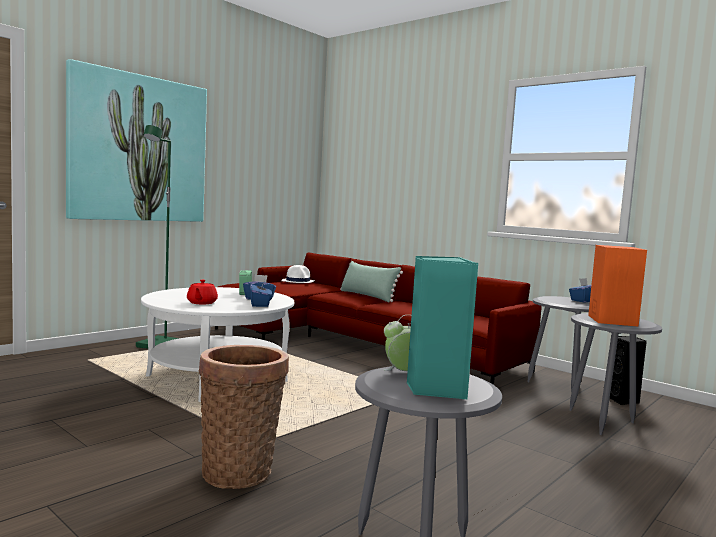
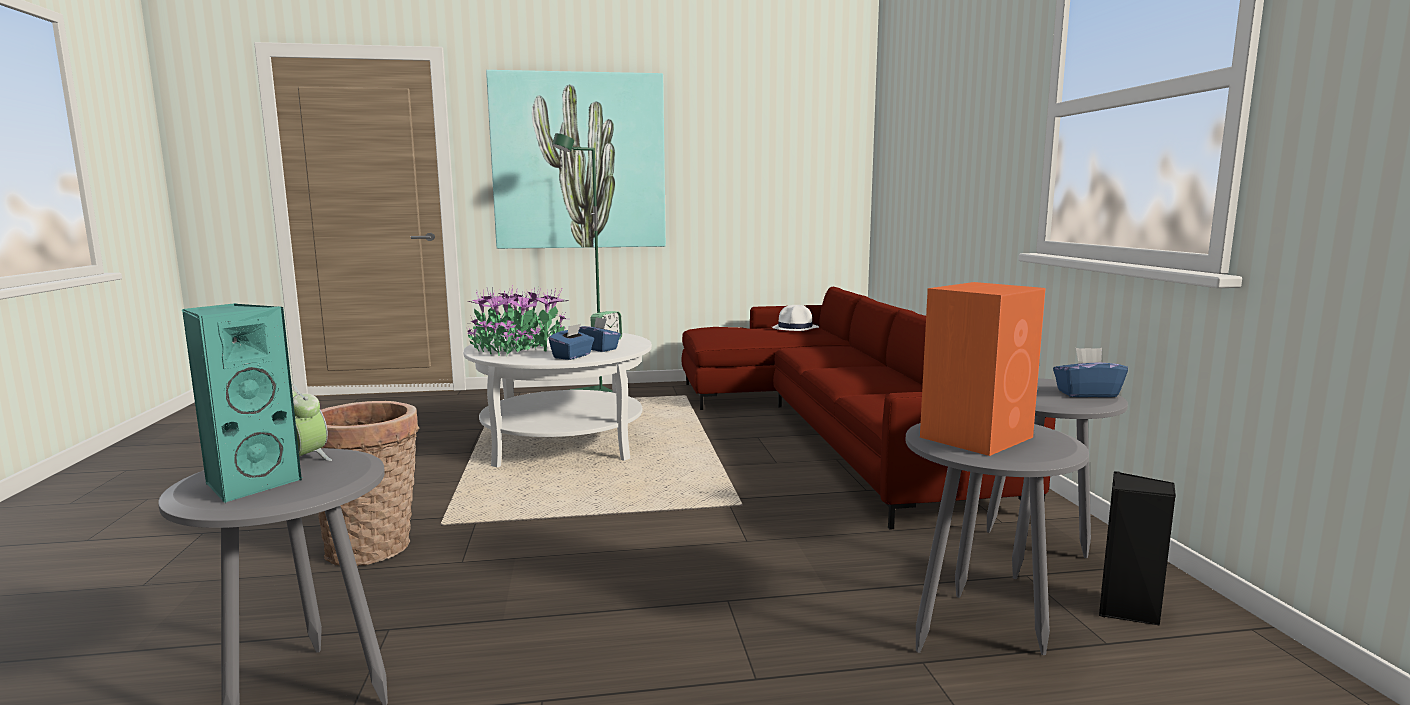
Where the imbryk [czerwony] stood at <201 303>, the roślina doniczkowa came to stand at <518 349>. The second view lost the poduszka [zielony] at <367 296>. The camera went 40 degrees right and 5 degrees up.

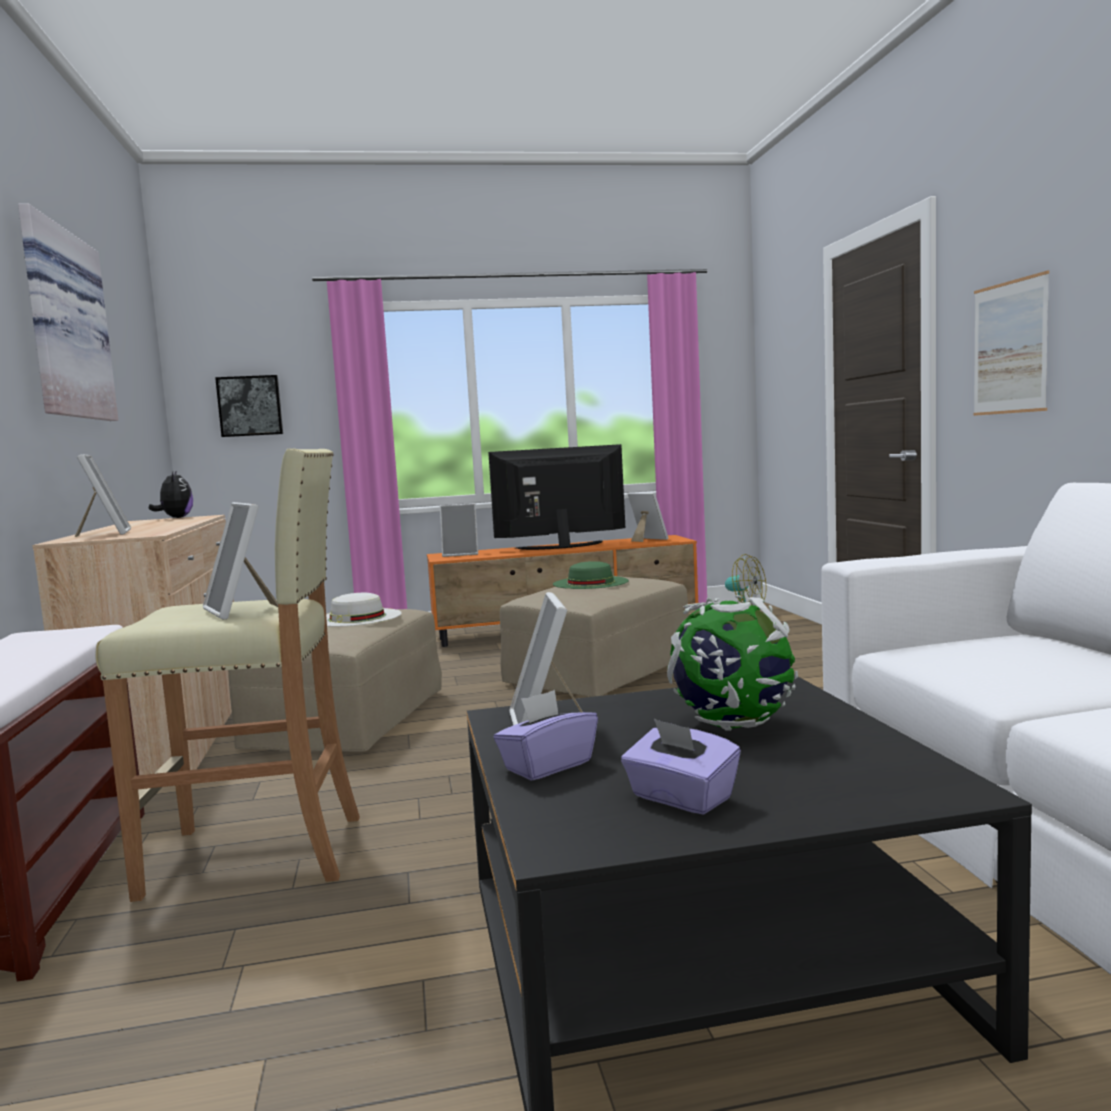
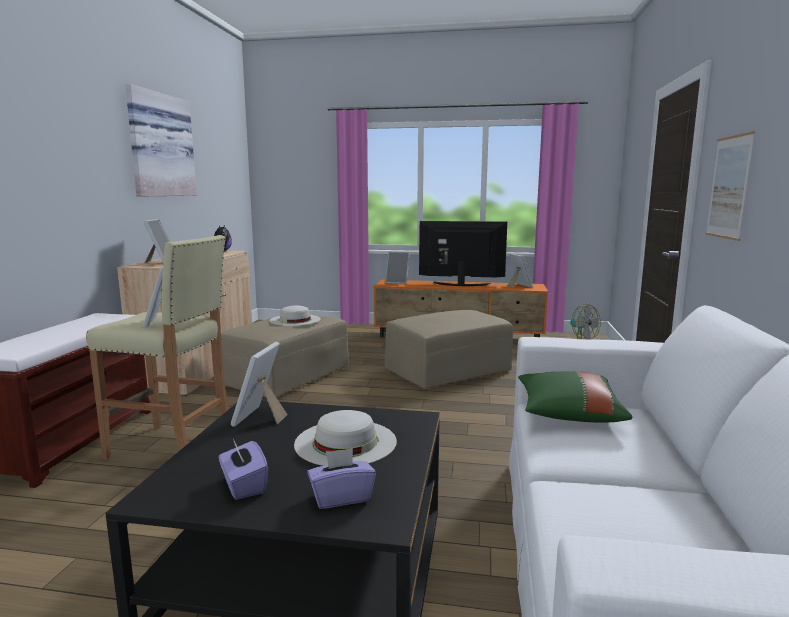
Where the globus stood at <731 725>, the kapelusz [biały] came to stand at <345 442>. The pudełko chusteczek [fioletowy] ended up elsewhere, having gone from <547 766> to <341 497>. The second view gained the poduszka [zielony] at <568 414>. The second view lost the obraz at <250 406>. The second view lost the kapelusz [zielony] at <590 582>. The camera went 20 degrees right and 5 degrees up.

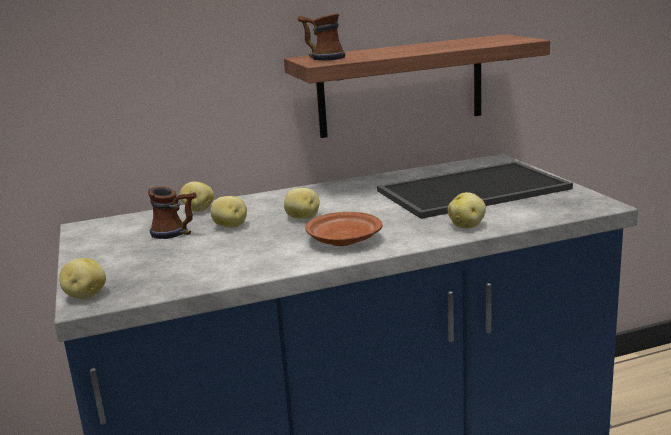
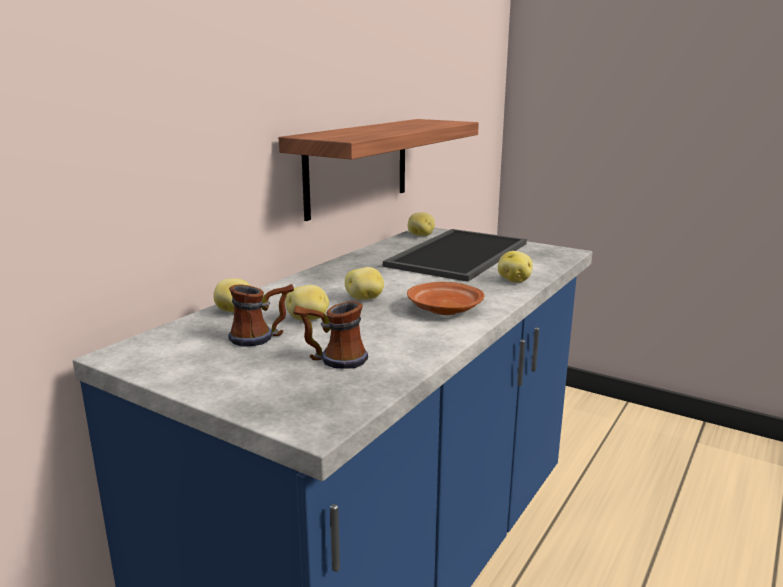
The kubek ended up elsewhere, having gone from <321 58> to <332 360>. The ziemniak ended up elsewhere, having gone from <85 296> to <420 235>. The camera went 40 degrees left and 0 degrees up.

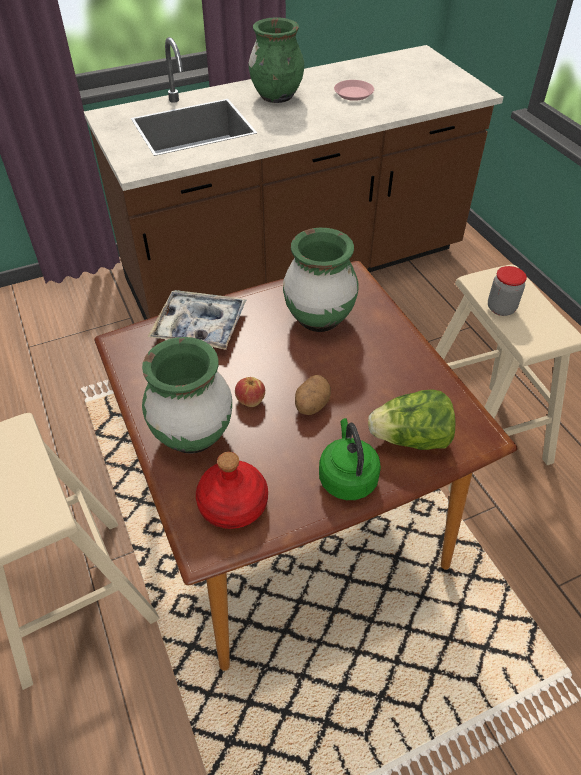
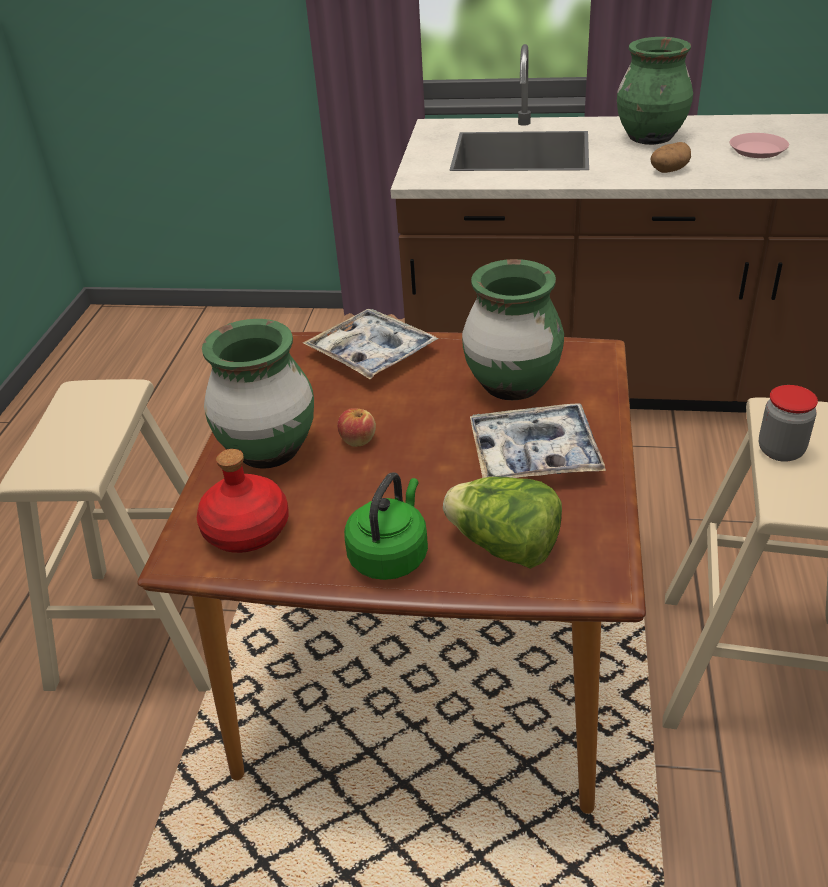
The second view gained the taca at <534 454>. The ziemniak ended up elsewhere, having gone from <311 405> to <668 171>. The camera went 35 degrees right and 10 degrees down.

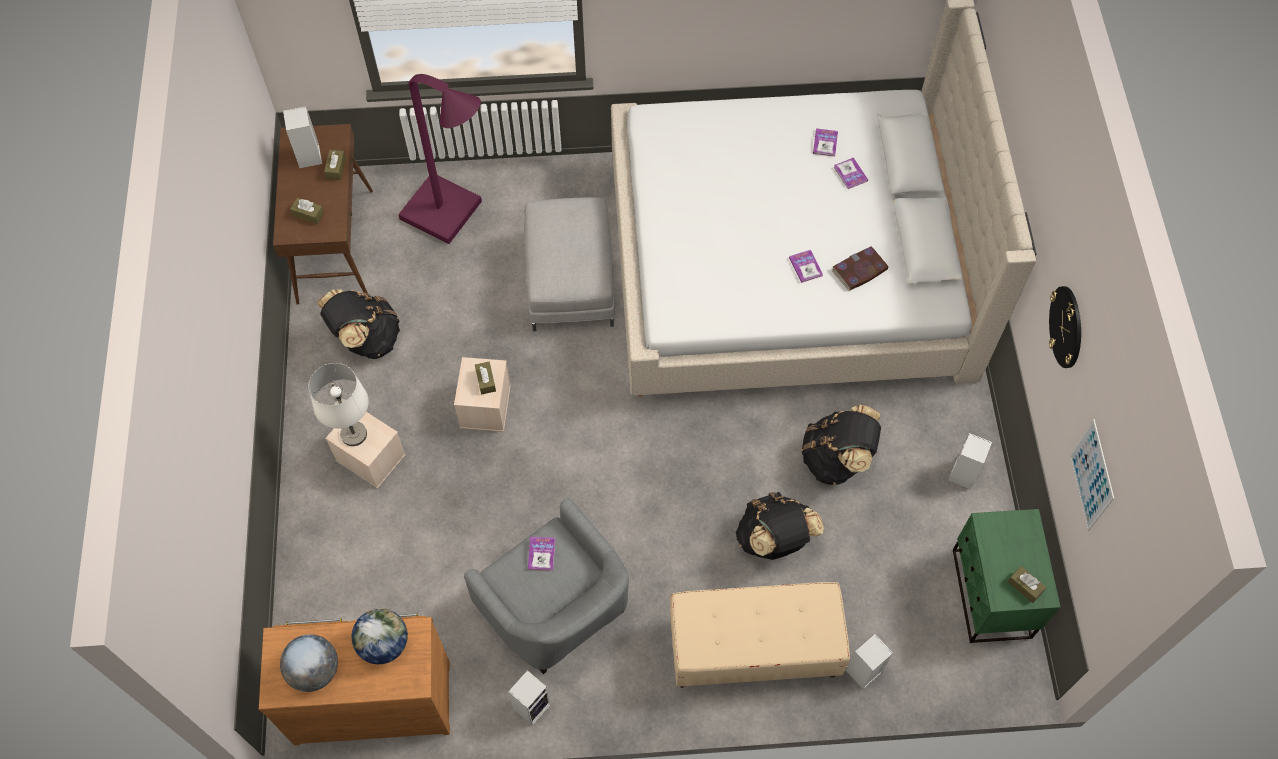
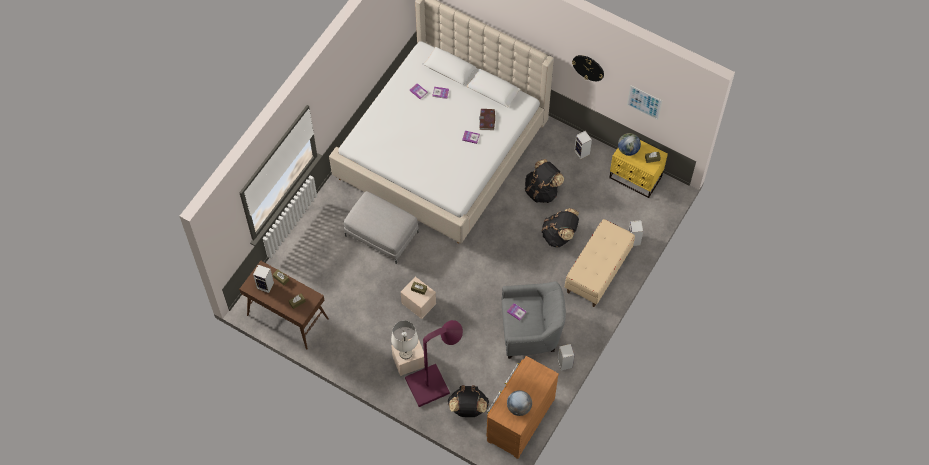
The lampa stojąca [fioletowy] ended up elsewhere, having gone from <451 215> to <433 383>. The plecak [czarny] ended up elsewhere, having gone from <366 339> to <468 408>. What was the szafka nocna [zielony] at <990 594> turned into the szafka nocna [żółty] at <635 178>. The globus ended up elsewhere, having gone from <383 644> to <628 150>. The camera went 55 degrees left and 0 degrees up.

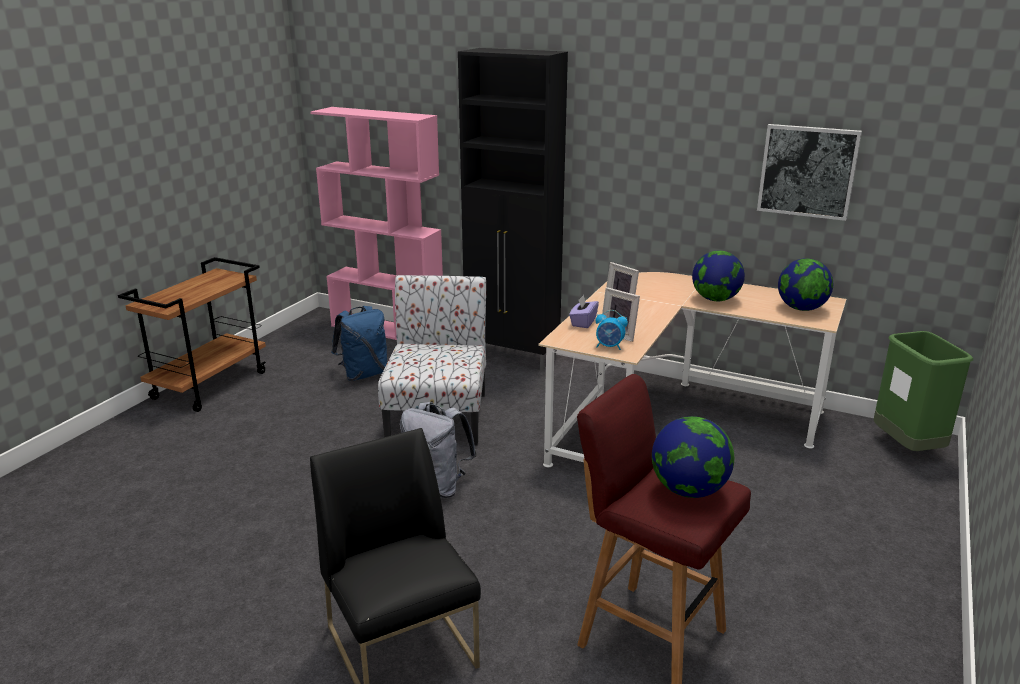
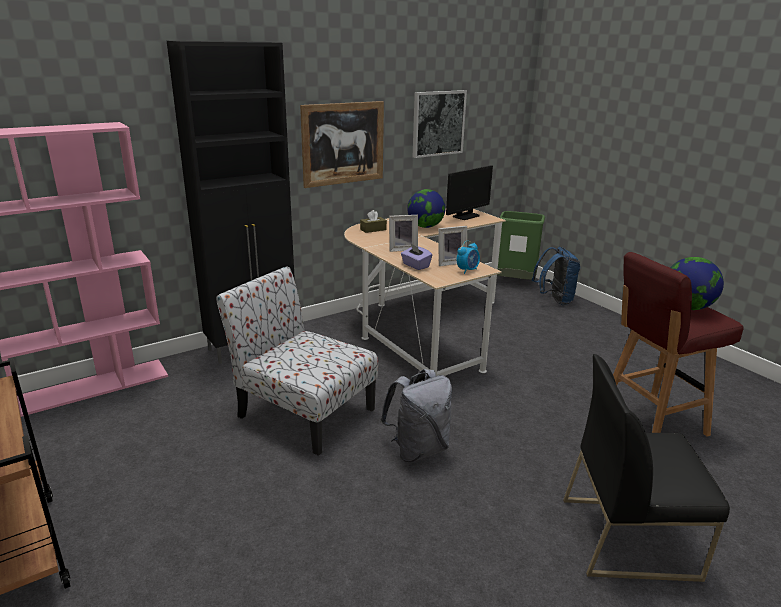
The second view gained the obraz at <343 143>. The second view gained the pudełko chusteczek [brązowy] at <373 229>. Where the globus stood at <801 308>, the monitor came to stand at <466 216>. The plecak [niebieski] ended up elsewhere, having gone from <364 374> to <554 300>. The camera went 60 degrees left and 0 degrees up.

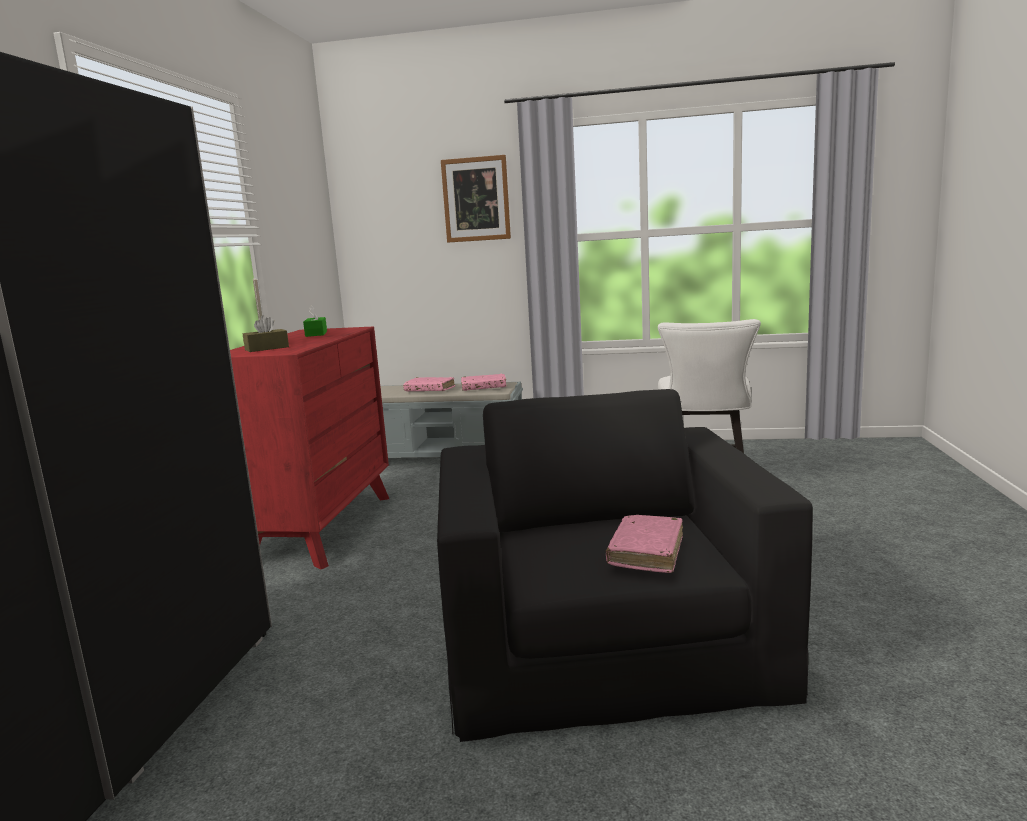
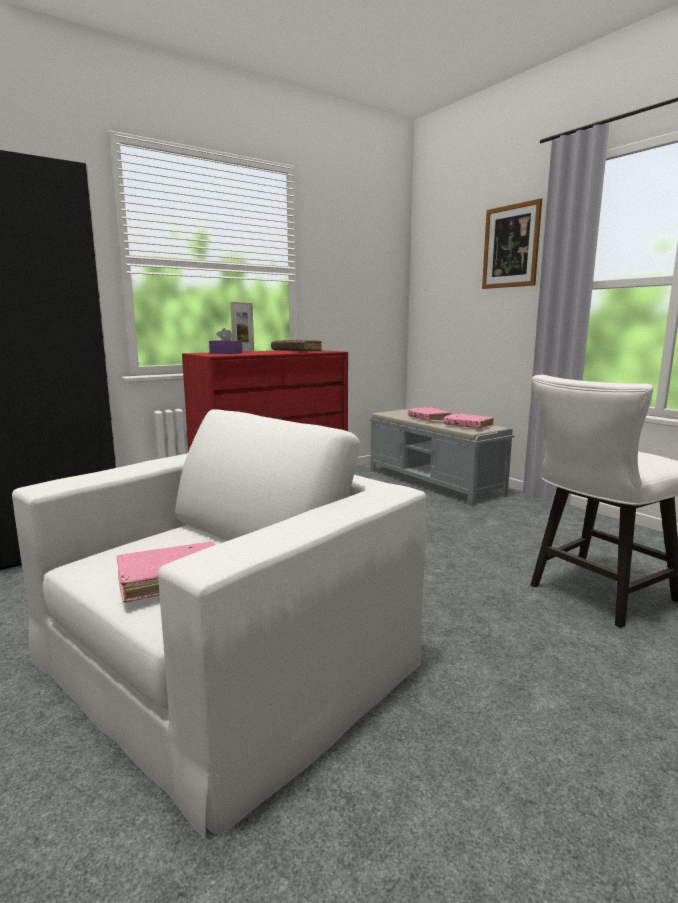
What was the fotel [czarny] at <604 639> turned into the fotel [biały] at <226 659>. What was the pudełko chusteczek [brązowy] at <267 348> turned into the pudełko chusteczek [fioletowy] at <226 353>. Where the pudełko chusteczek [zielony] stood at <316 334>, the książka [brązowy] came to stand at <296 351>. The camera went 45 degrees right and 0 degrees up.

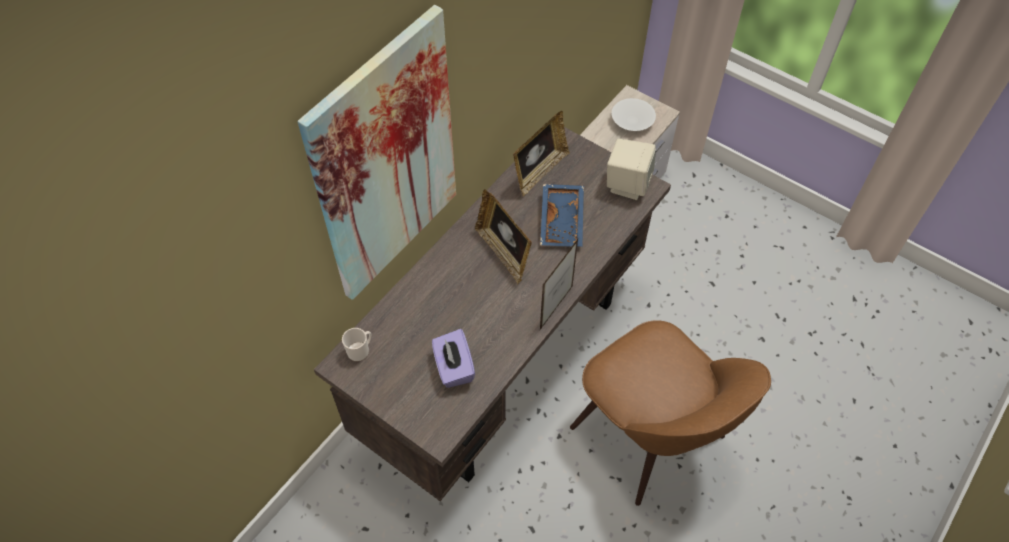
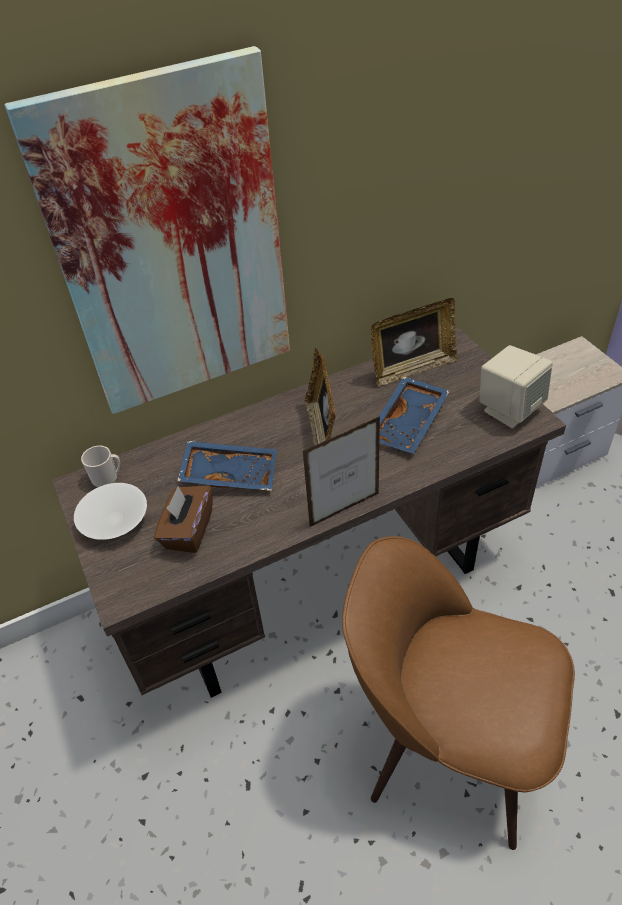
The miska [biały] ended up elsewhere, having gone from <632 121> to <115 519>. What was the pudełko chusteczek [fioletowy] at <453 367> turned into the pudełko chusteczek [brązowy] at <188 531>. The second view gained the taca [niebieski] at <230 473>. The krzesło [brązowy] at <652 437> ended up facing another way, 120 degrees clockwise from before. The camera went 30 degrees right and 10 degrees down.

